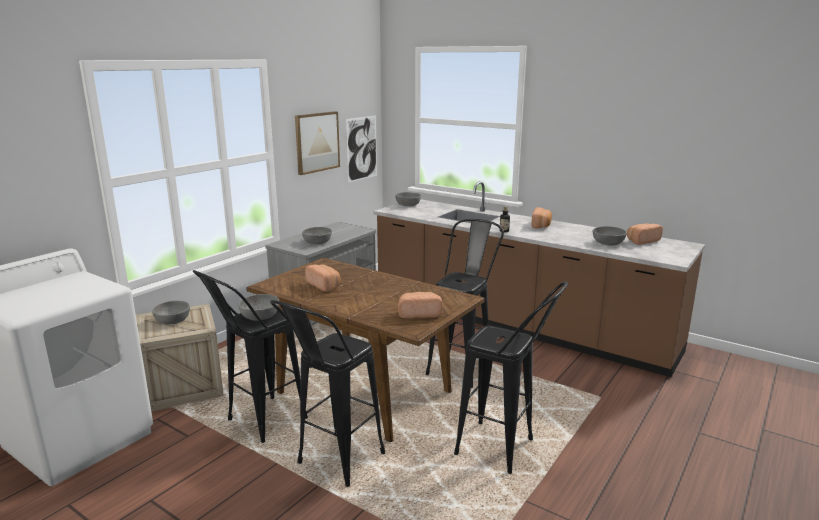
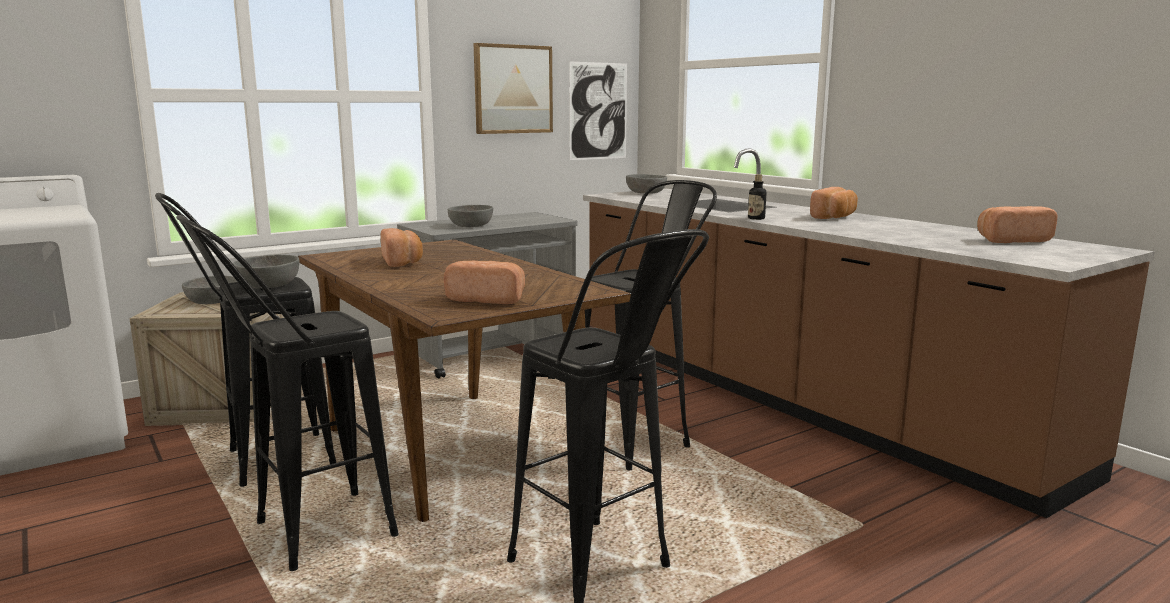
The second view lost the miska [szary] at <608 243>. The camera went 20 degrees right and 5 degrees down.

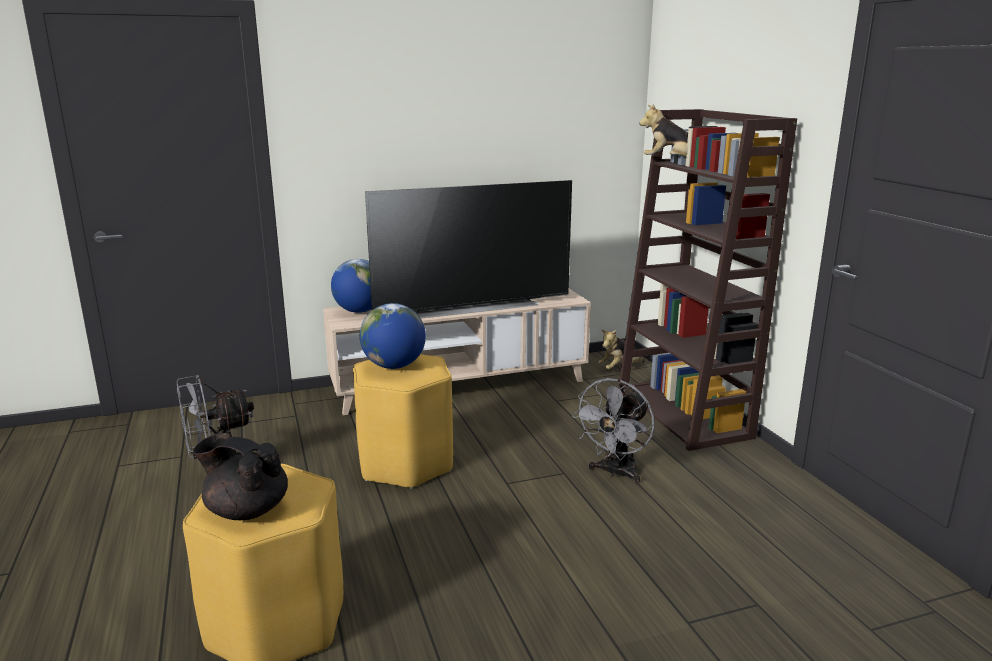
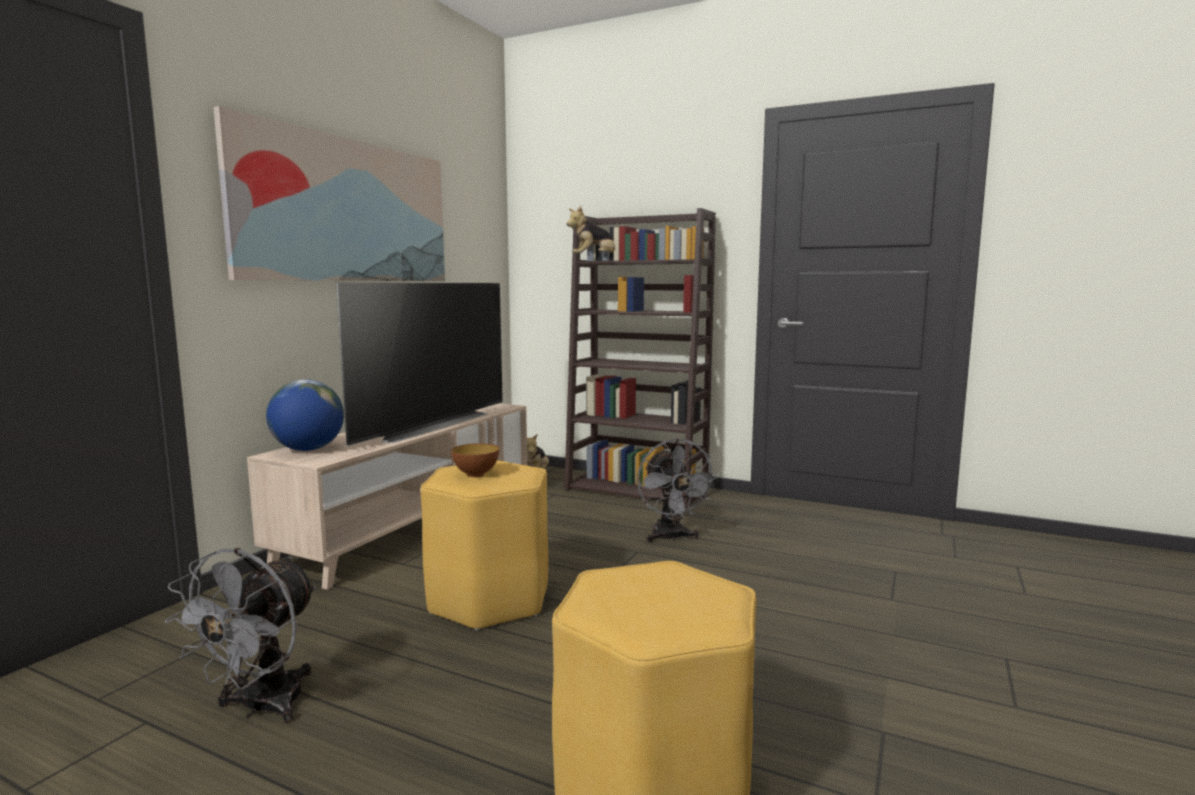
The second view gained the obraz at <349 211>. Where the globus stood at <394 366>, the miska came to stand at <476 475>. The second view lost the imbryk [czarny] at <246 510>. The camera went 45 degrees left and 10 degrees down.

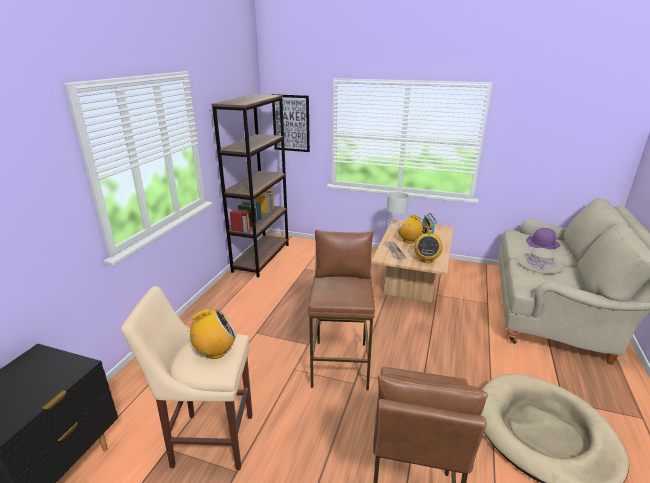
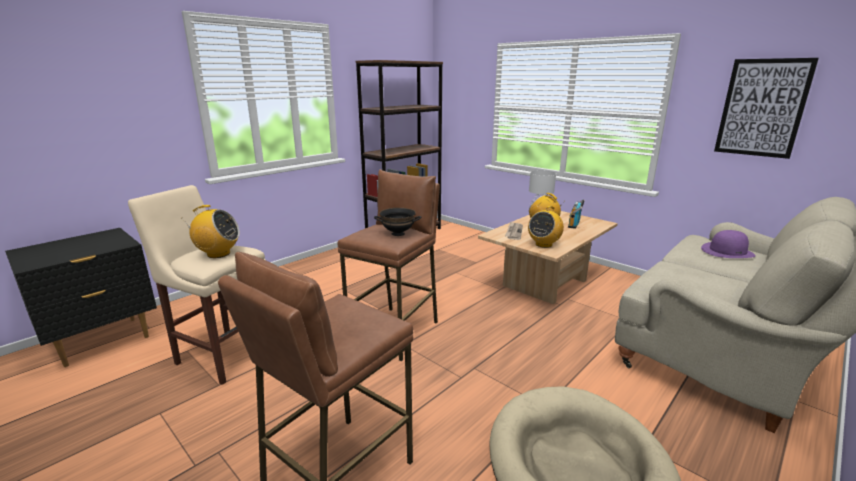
The second view gained the miska [czarny] at <398 234>. The obraz ended up elsewhere, having gone from <291 123> to <762 108>. The second view lost the kapelusz [beżowy] at <540 264>. The camera went 25 degrees right and 5 degrees down.

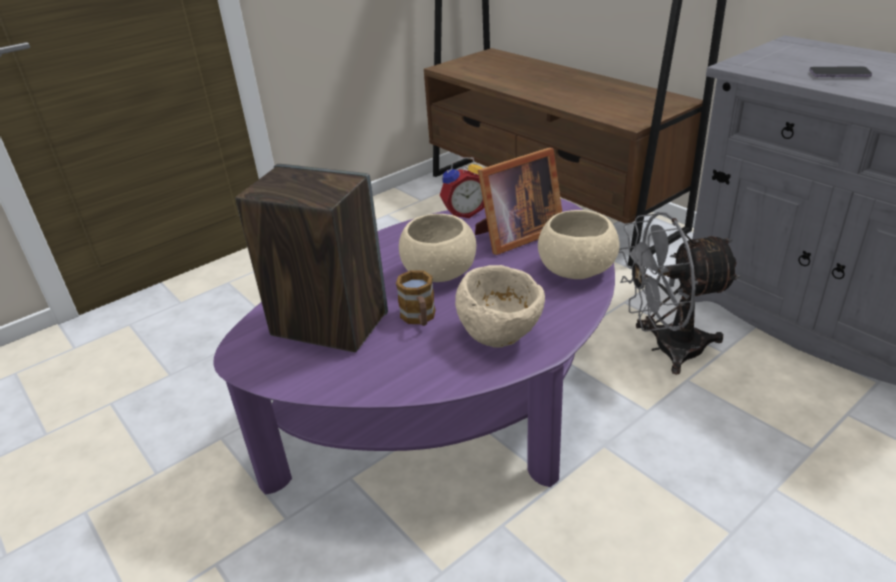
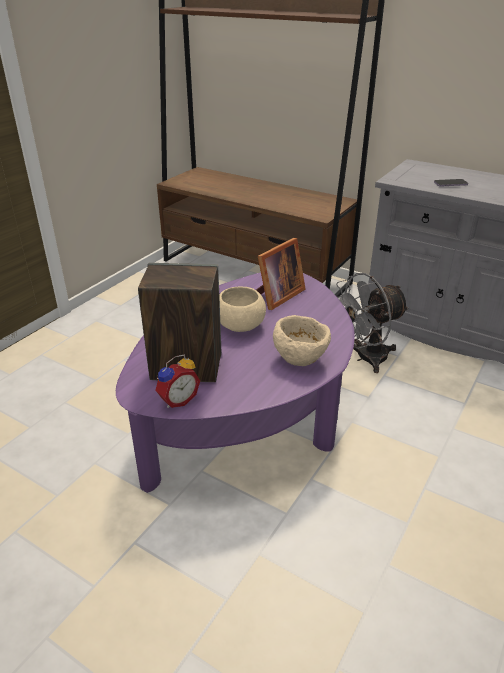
The budzik ended up elsewhere, having gone from <464 213> to <177 400>. The second view lost the kubek at <419 318>. The second view lost the miska [beżowy] at <576 270>. The camera went 20 degrees left and 0 degrees up.

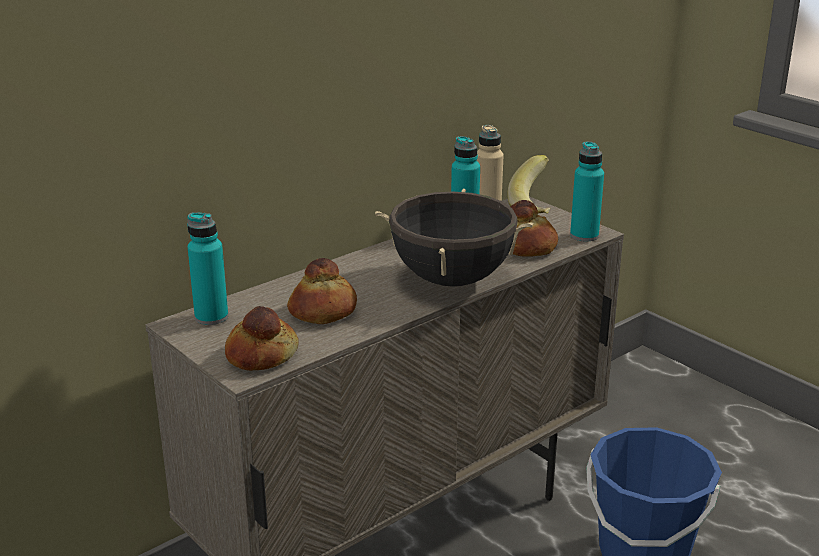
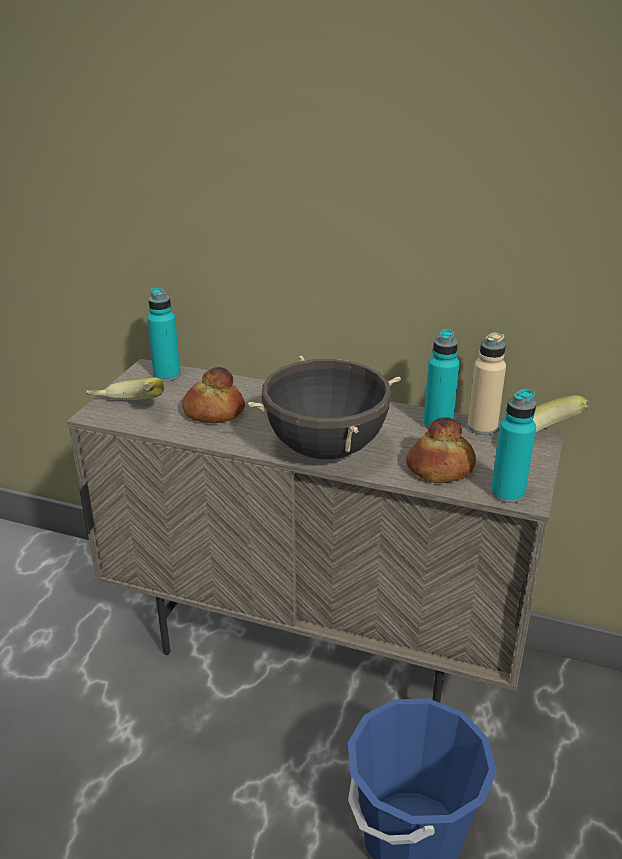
Where the chleb stood at <261 354>, the banan came to stand at <126 410>. The camera went 60 degrees right and 5 degrees up.

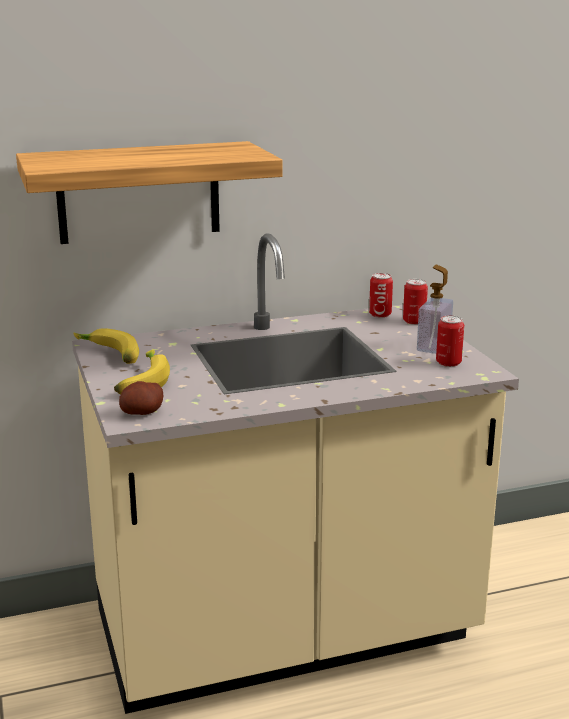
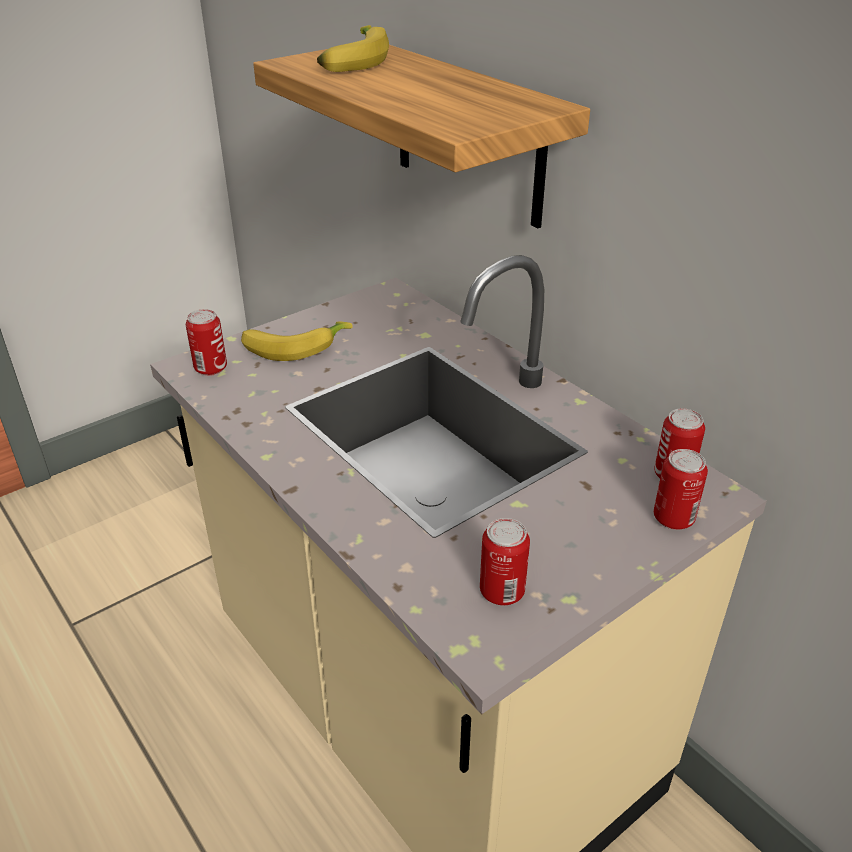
Where the ziemniak stood at <142 413>, the puszka came to stand at <211 368>. The banan ended up elsewhere, having gone from <108 355> to <353 61>. The second view lost the dozownik mydła at <433 346>. The camera went 70 degrees right and 15 degrees up.

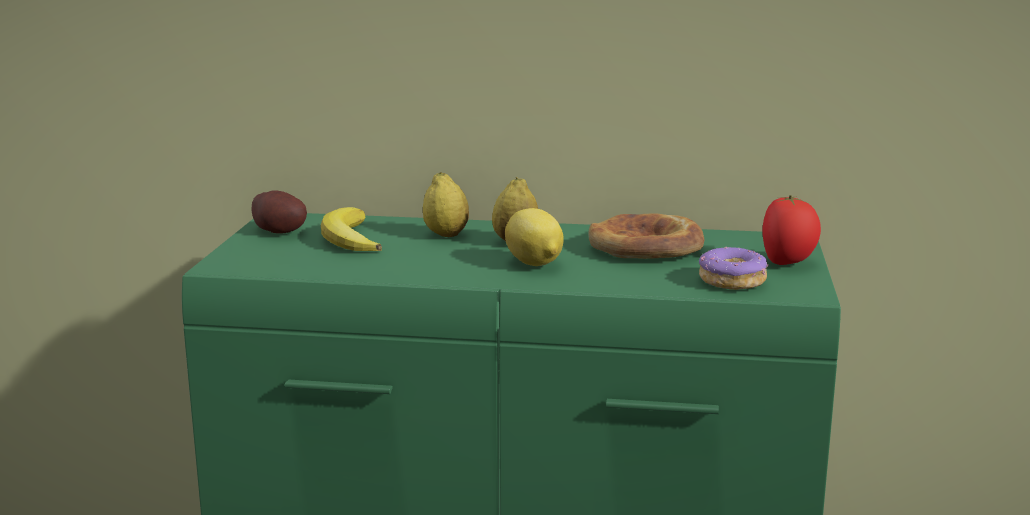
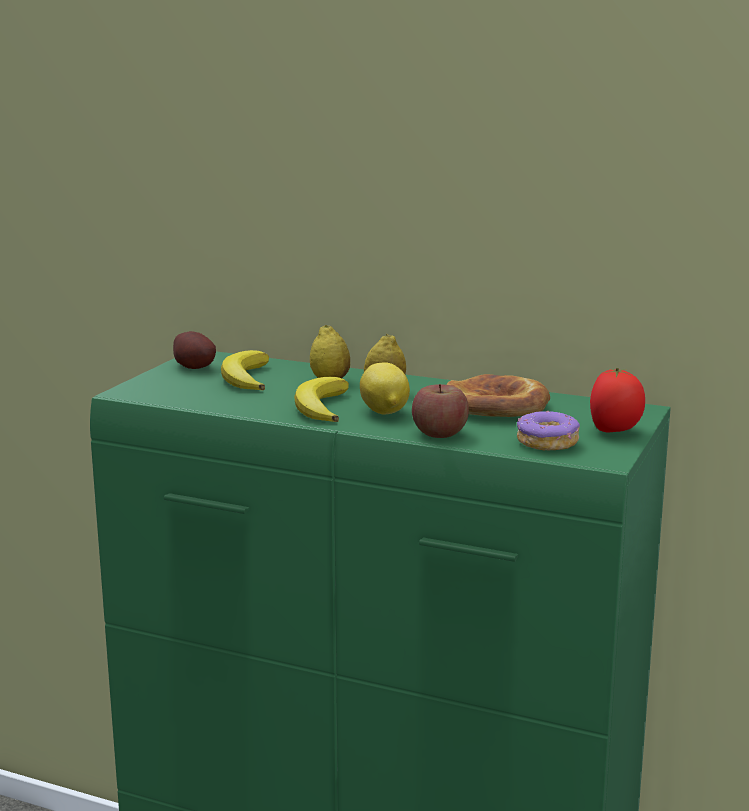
The second view gained the banan at <321 407>. The second view gained the jabłko at <439 433>. The camera went 15 degrees right and 0 degrees up.

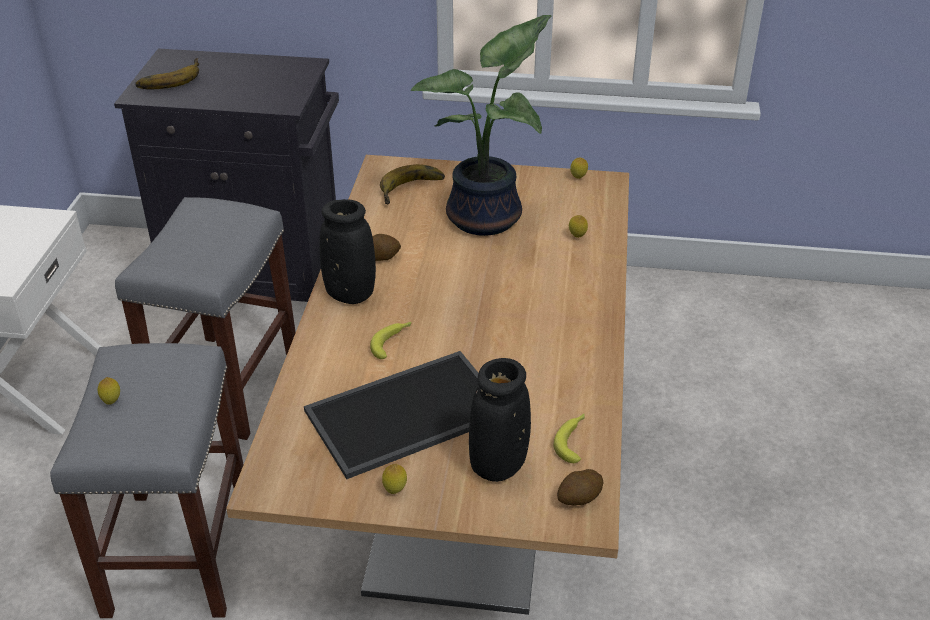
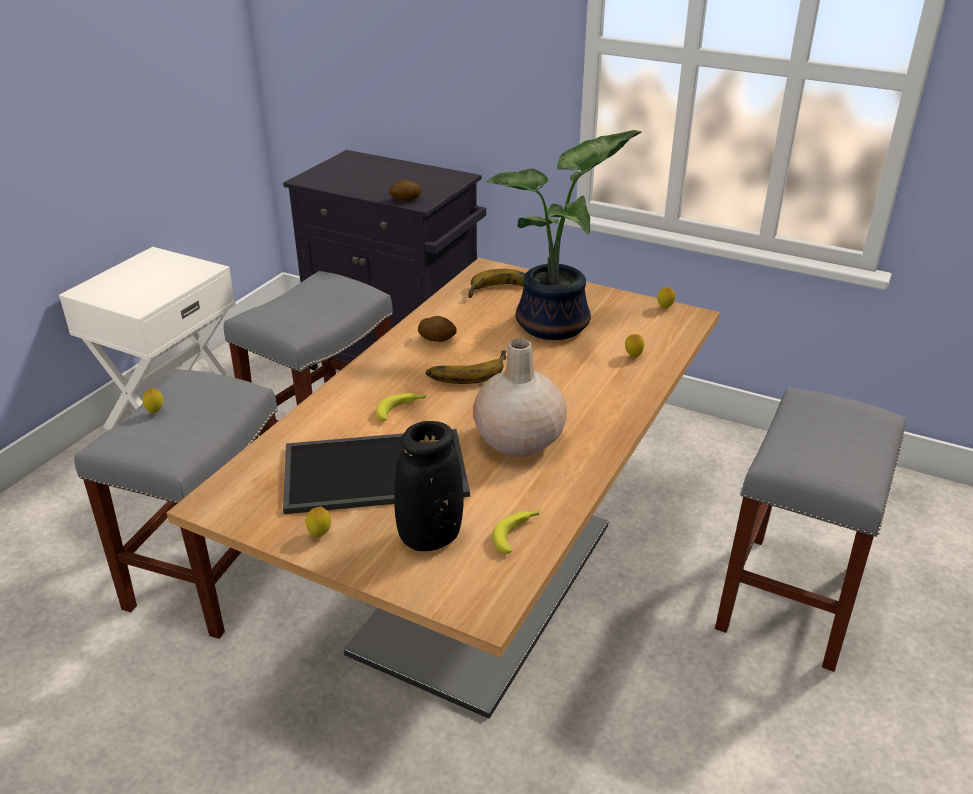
The ziemniak ended up elsewhere, having gone from <579 498> to <405 199>. The banan ended up elsewhere, having gone from <169 78> to <466 370>. The second view gained the wazon [beżowy] at <518 441>. The second view gained the stołek [szary] at <791 601>. The second view lost the wazon [czarny] at <350 294>. The camera went 20 degrees right and 5 degrees down.

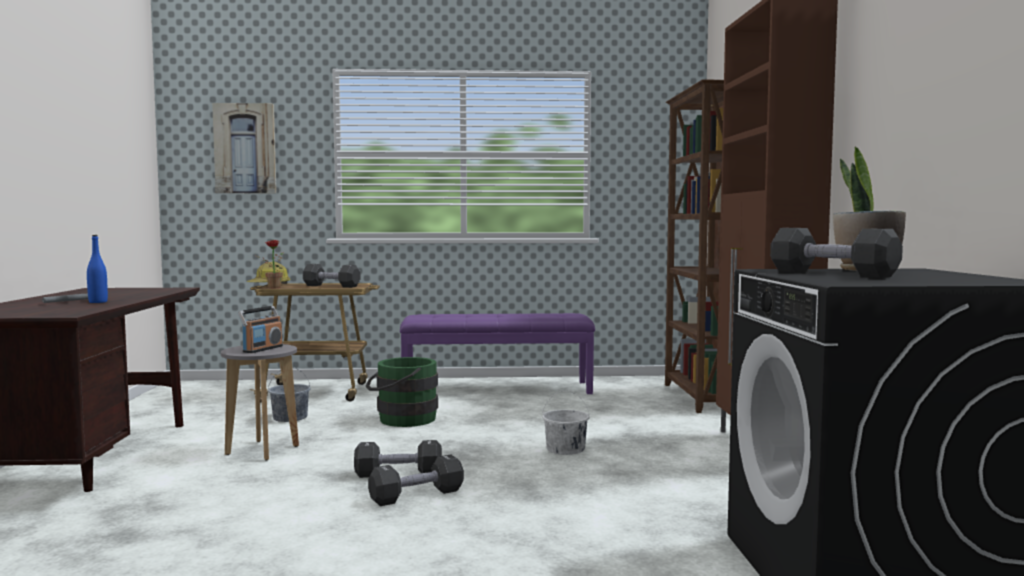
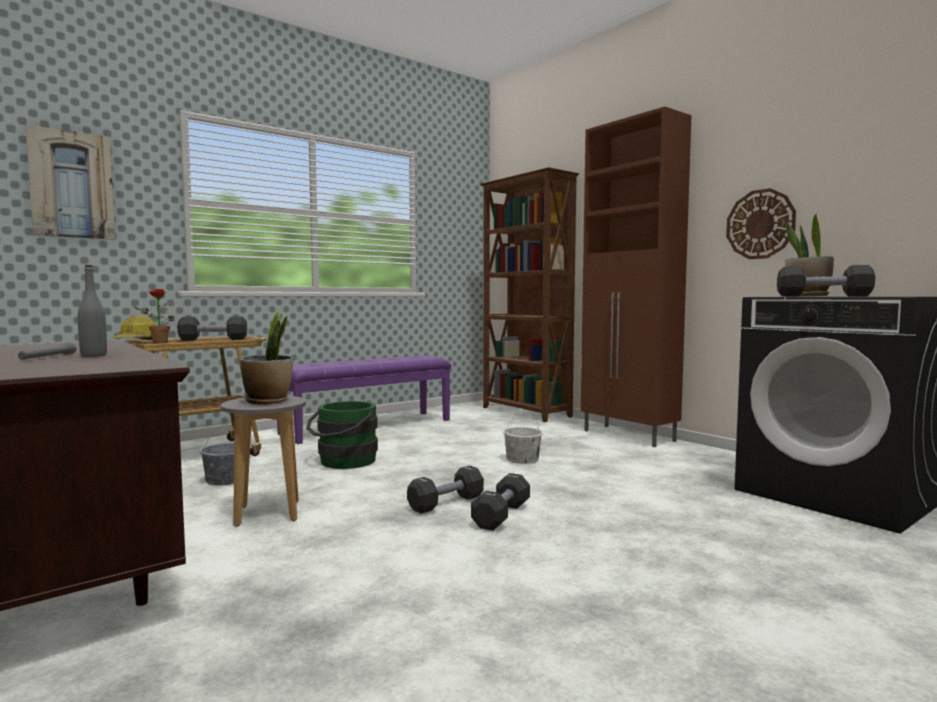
What was the butelka [niebieski] at <98 302> turned into the butelka [szary] at <93 355>. Where the radio stood at <262 349>, the roślina doniczkowa came to stand at <268 401>. The second view gained the zegar ścienny at <760 224>. The camera went 35 degrees left and 0 degrees up.

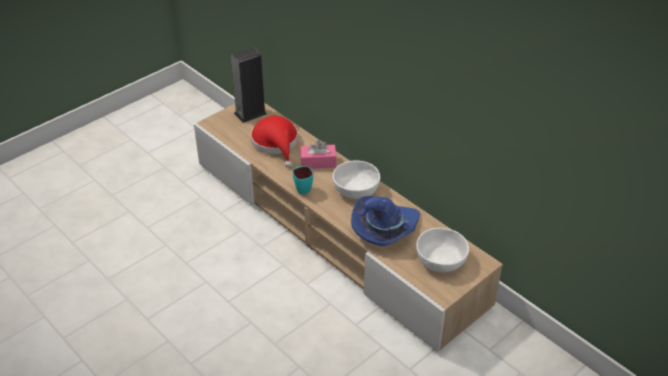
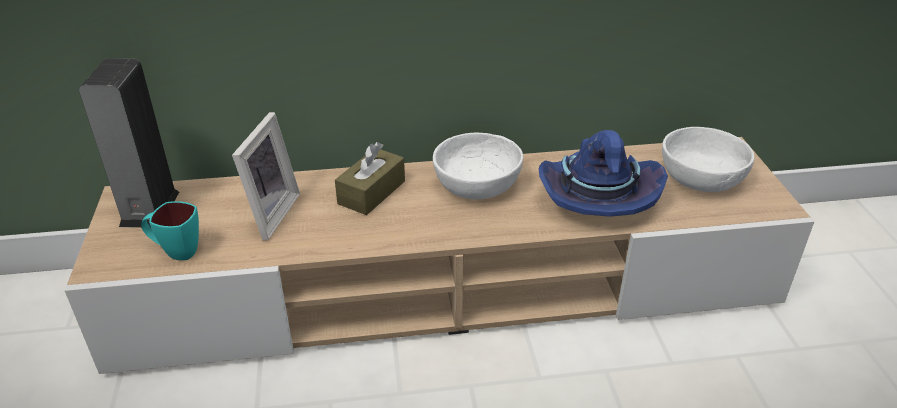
The kubek [turkusowy] ended up elsewhere, having gone from <302 188> to <176 251>. Where the kapelusz [czerwony] stood at <276 143>, the ramka na zdjęcie came to stand at <268 214>. What was the pudełko chusteczek [różowy] at <318 162> turned into the pudełko chusteczek [brązowy] at <371 192>. The camera went 55 degrees left and 5 degrees down.

